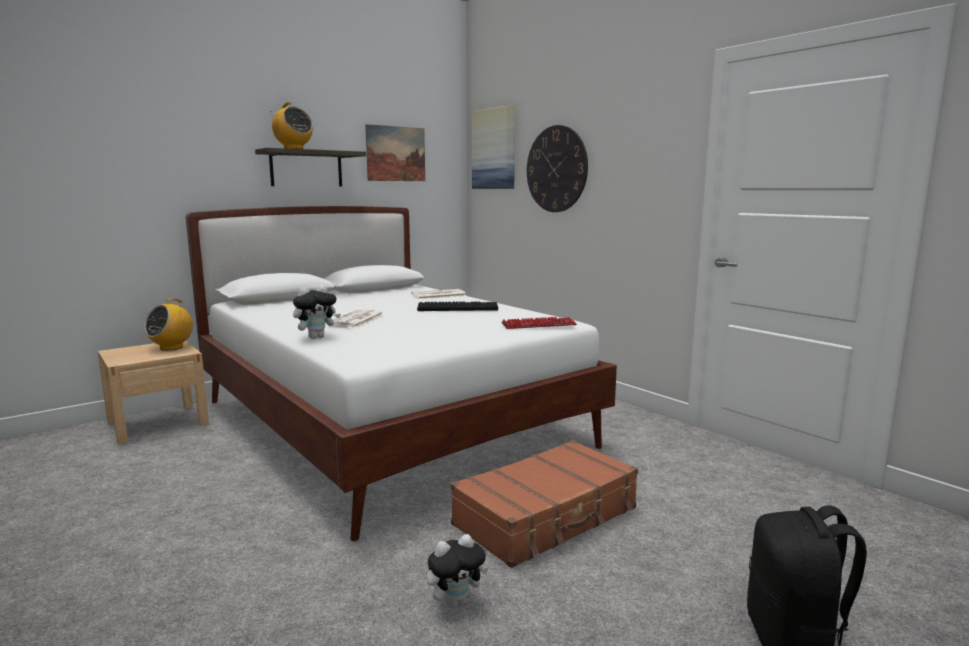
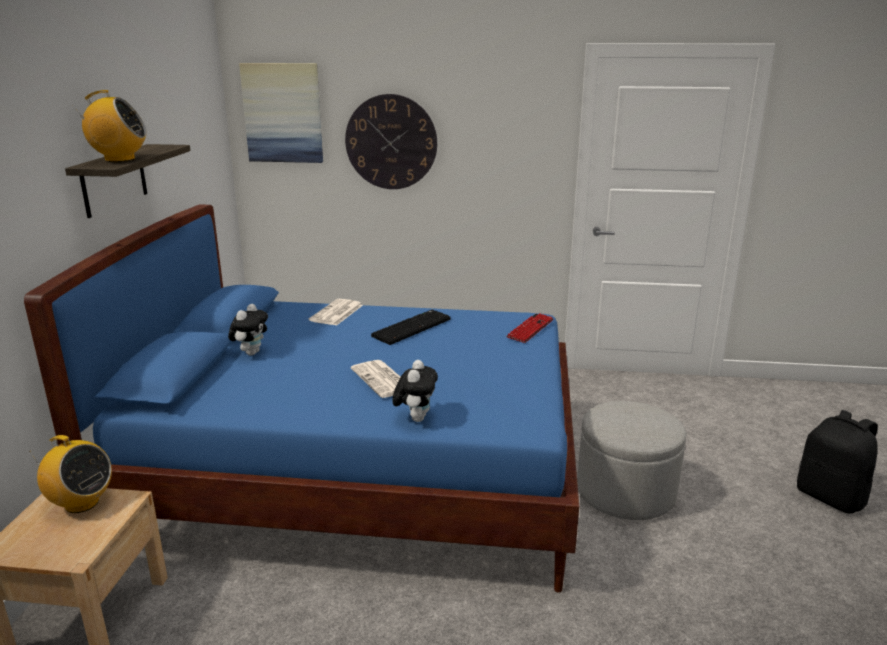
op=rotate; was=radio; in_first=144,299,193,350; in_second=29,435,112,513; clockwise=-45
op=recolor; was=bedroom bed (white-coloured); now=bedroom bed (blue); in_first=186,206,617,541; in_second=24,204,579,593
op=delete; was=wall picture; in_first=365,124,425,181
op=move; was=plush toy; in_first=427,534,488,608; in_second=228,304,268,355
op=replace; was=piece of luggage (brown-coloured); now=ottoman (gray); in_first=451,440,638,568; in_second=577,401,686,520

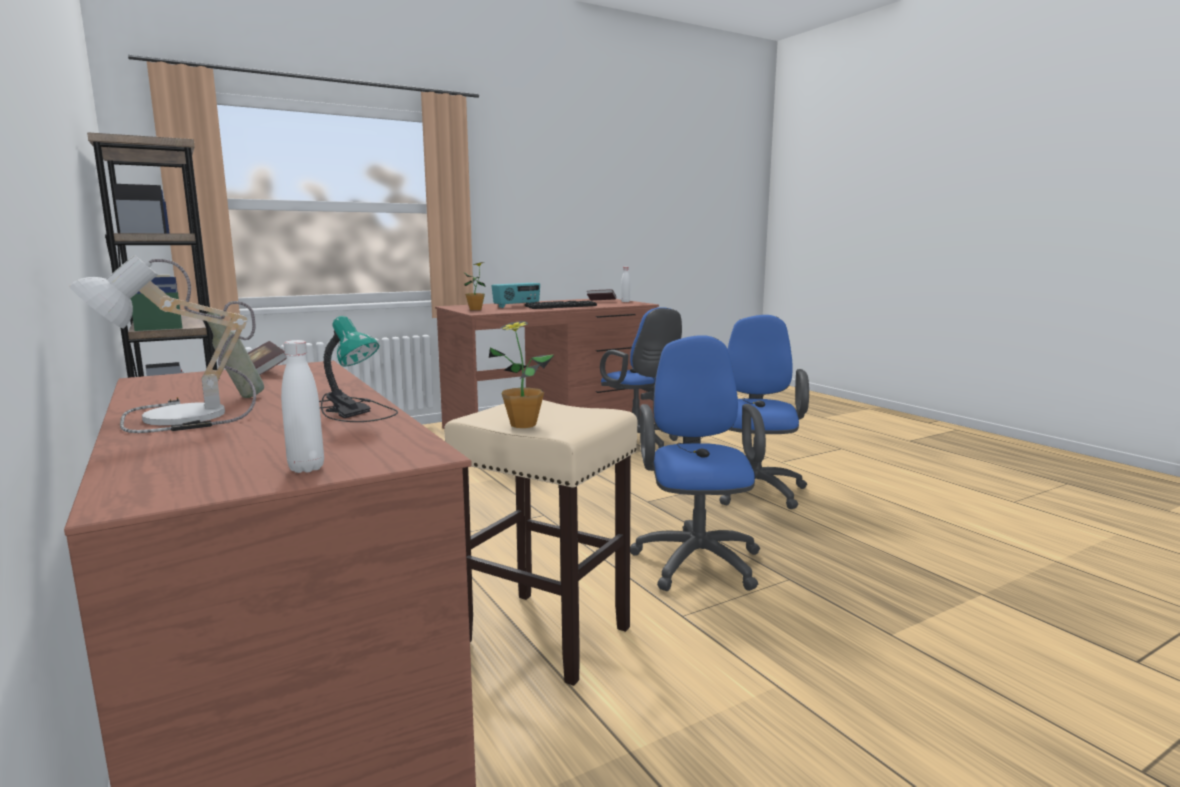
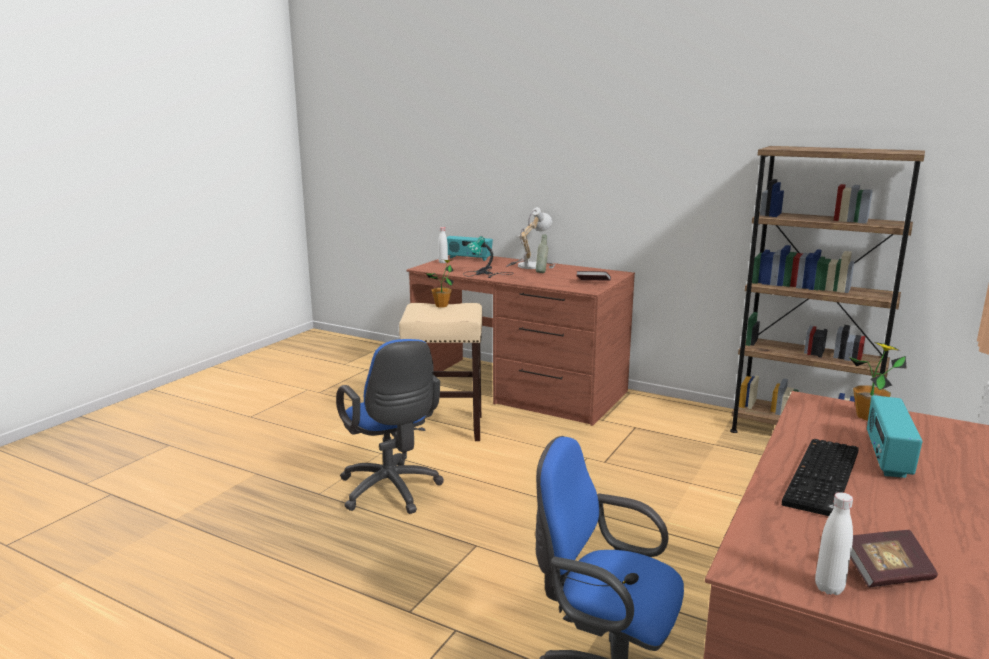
op=delete; was=computer chair (blue); in_first=719,315,809,509
op=insert; now=radio; in_second=447,236,493,261

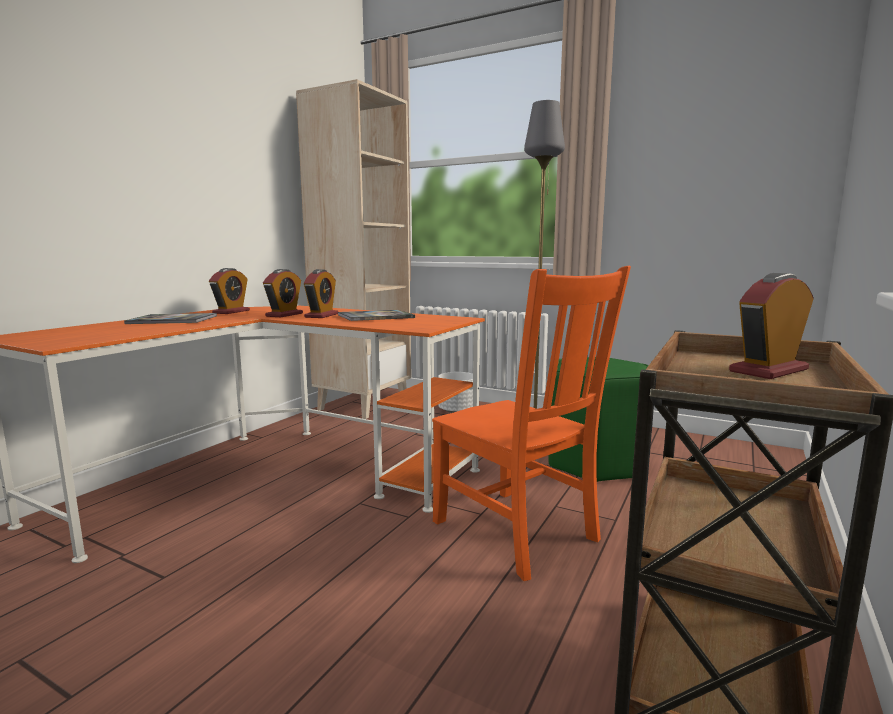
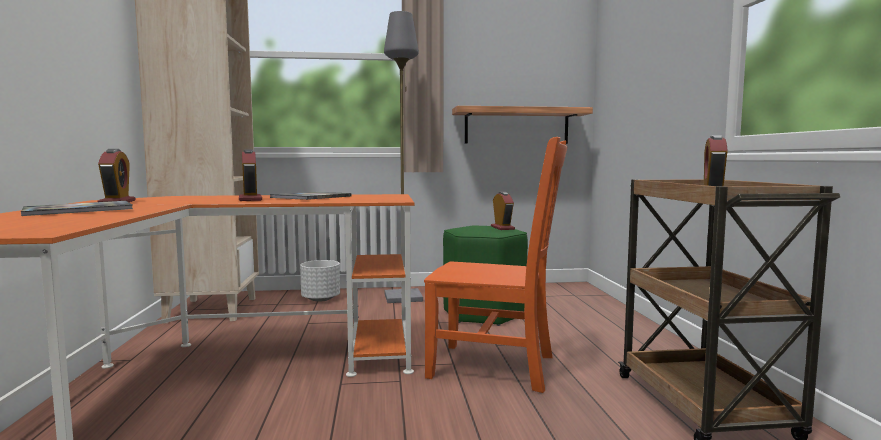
op=move; was=alarm clock; in_first=263,269,303,317; in_second=491,192,515,230
op=insert; now=shelf; in_second=452,106,593,144

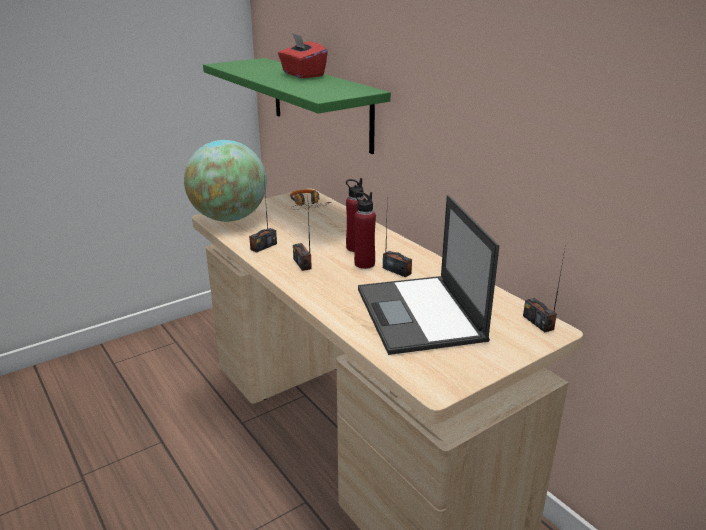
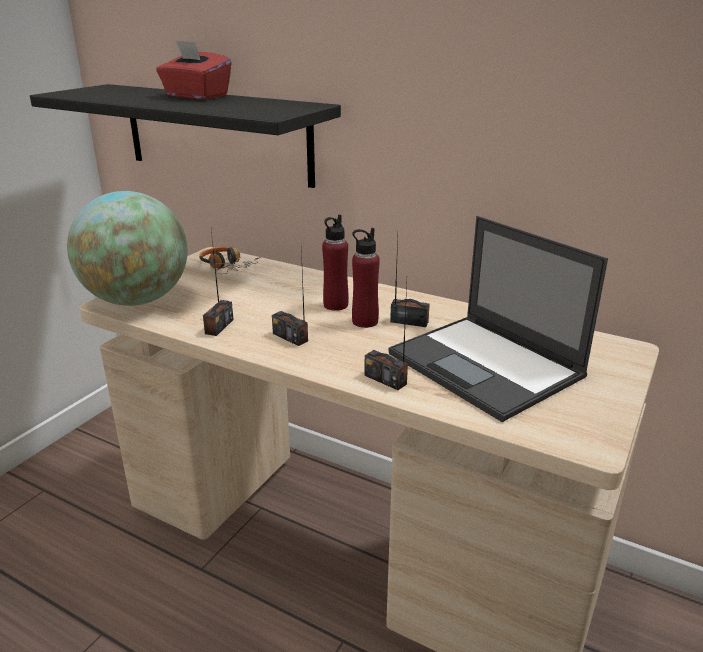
op=recolor; was=shelf (greenish); now=shelf (black); in_first=203,58,391,154; in_second=30,84,341,188
op=move; was=radio; in_first=523,250,565,332; in_second=364,284,408,390

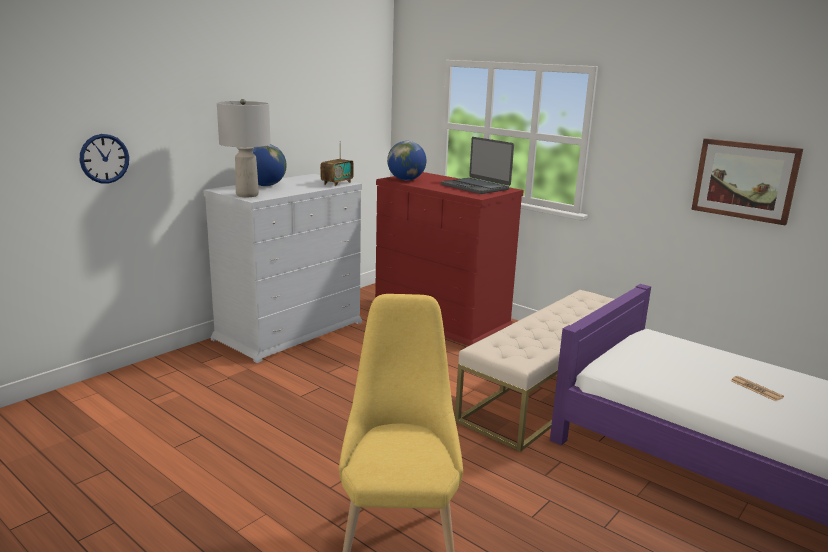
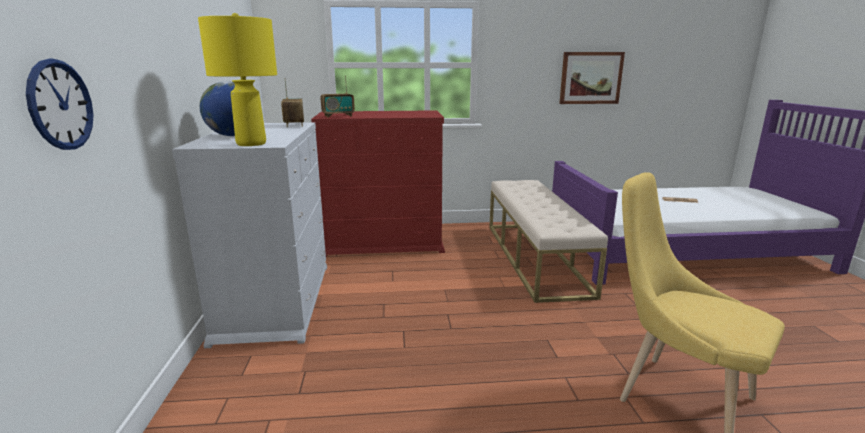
op=recolor; was=tabletop lamp (gray); now=tabletop lamp (yellow); in_first=217,99,271,197; in_second=198,13,277,146
op=replace; was=desk globe; now=radio; in_first=387,141,426,180; in_second=321,76,355,117
op=delete; was=laptop; in_first=441,137,514,194

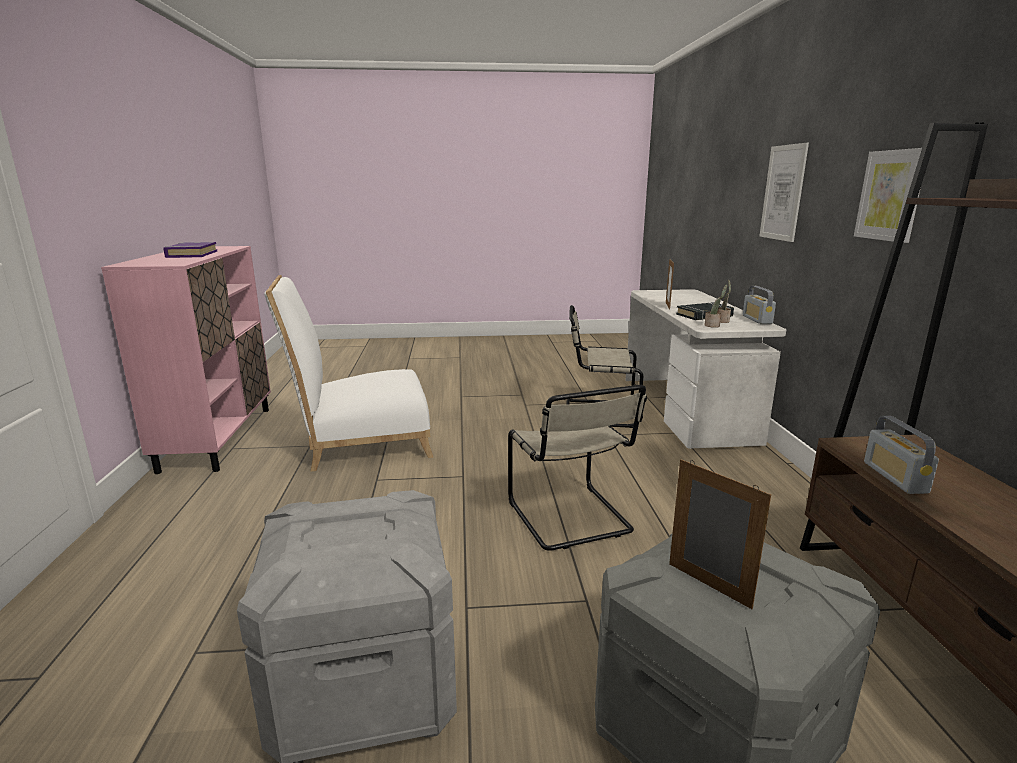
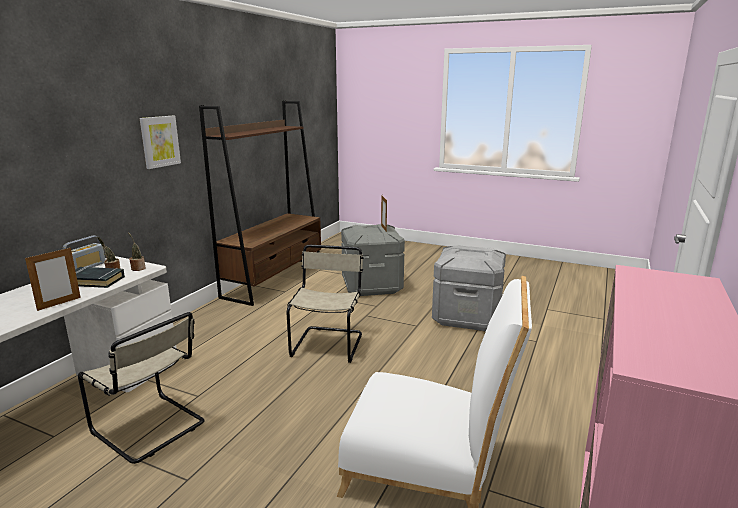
op=delete; was=bound book (purple-coloured); in_first=163,242,217,258
op=delete; was=wall picture; in_first=759,143,809,242
op=delete; was=radio; in_first=864,416,939,494

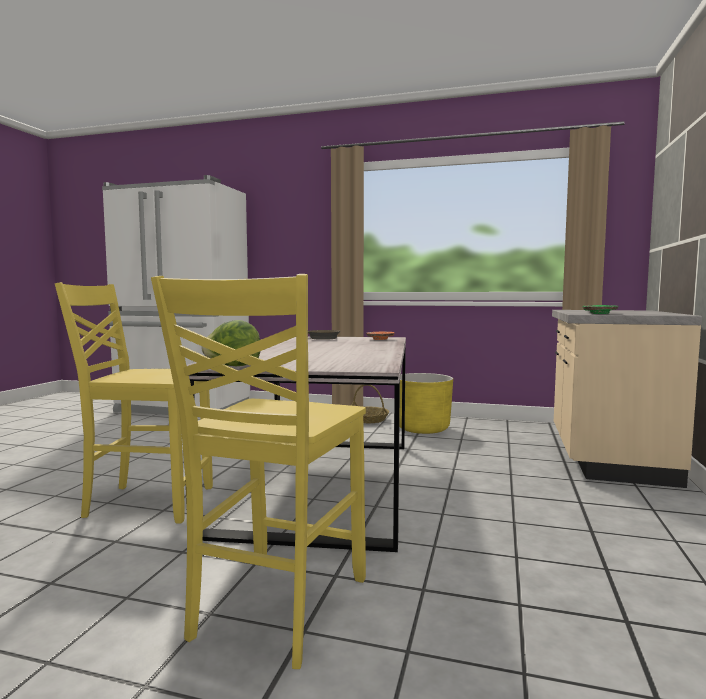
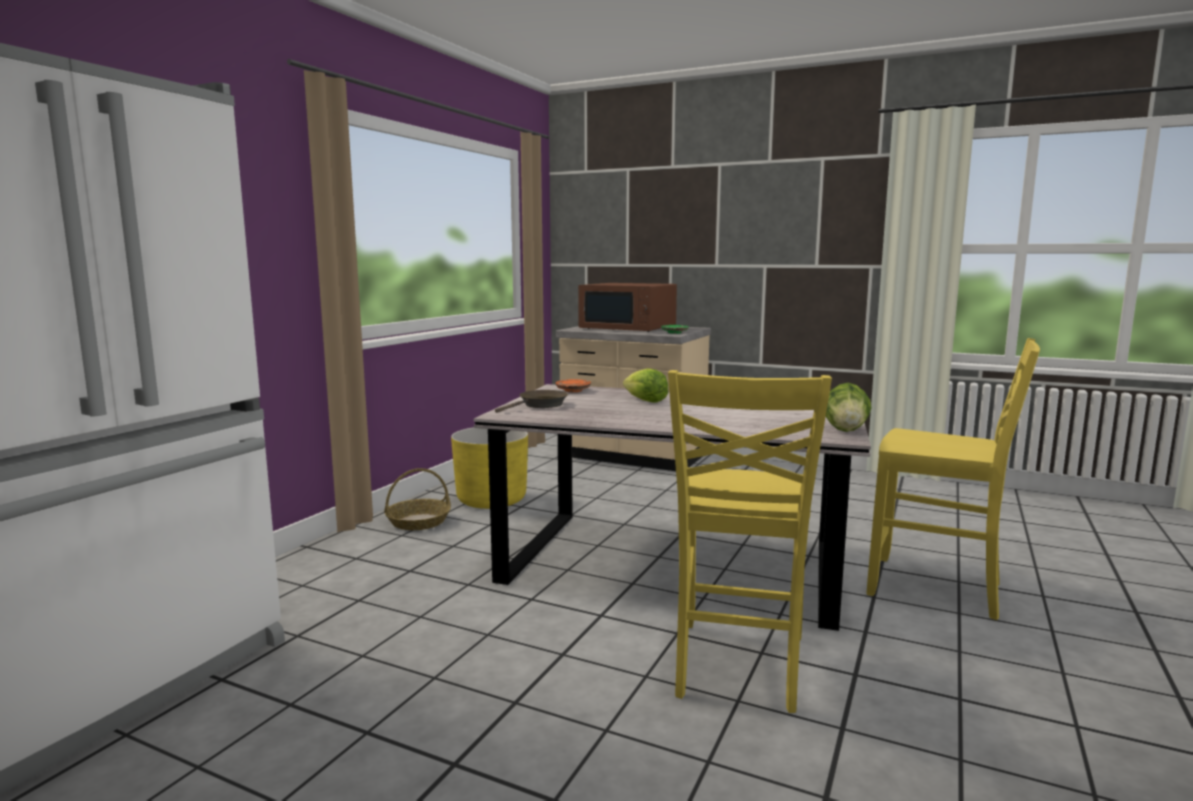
op=insert; now=kitchen microwave (brown-coloured); in_second=578,283,677,332
op=insert; now=lettuce head; in_second=623,368,668,403

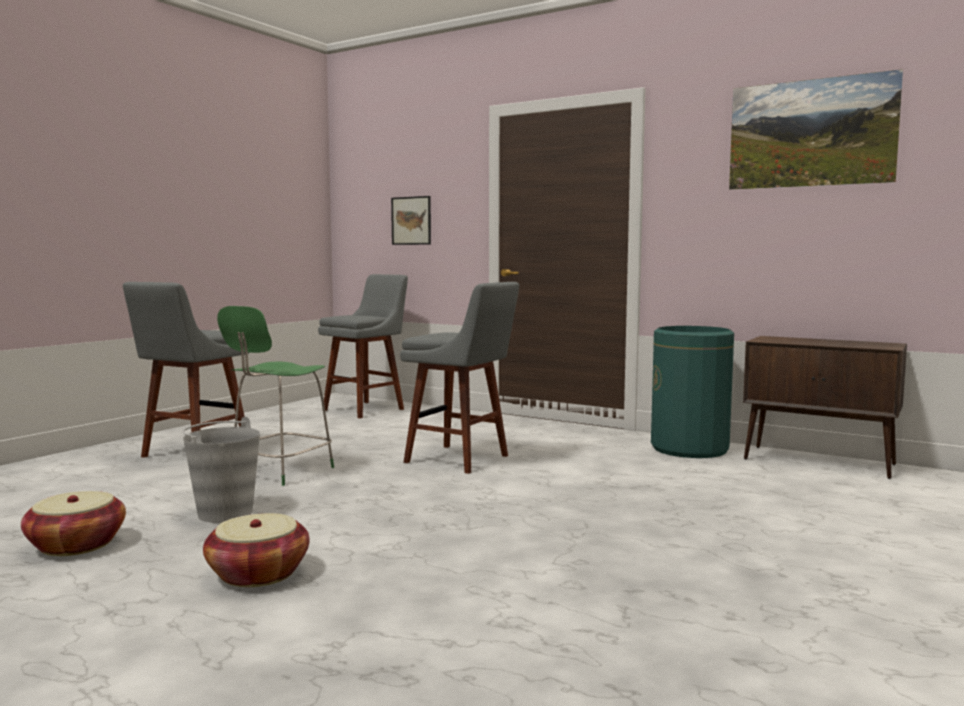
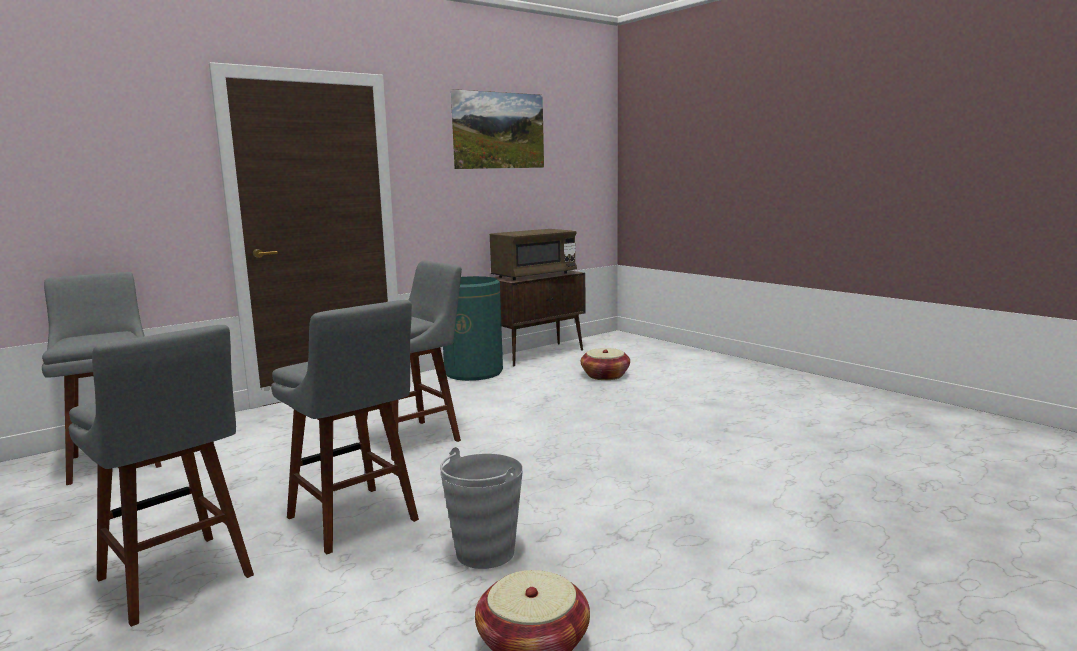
op=move; was=storage basket; in_first=203,513,310,587; in_second=581,348,630,380
op=replace; was=chair (greenish); now=stool (gray); in_first=217,306,334,486; in_second=271,300,419,554
op=delete; was=wall picture; in_first=391,196,431,245
op=insert; now=kitchen microwave (brown-coloured); in_second=490,229,577,280

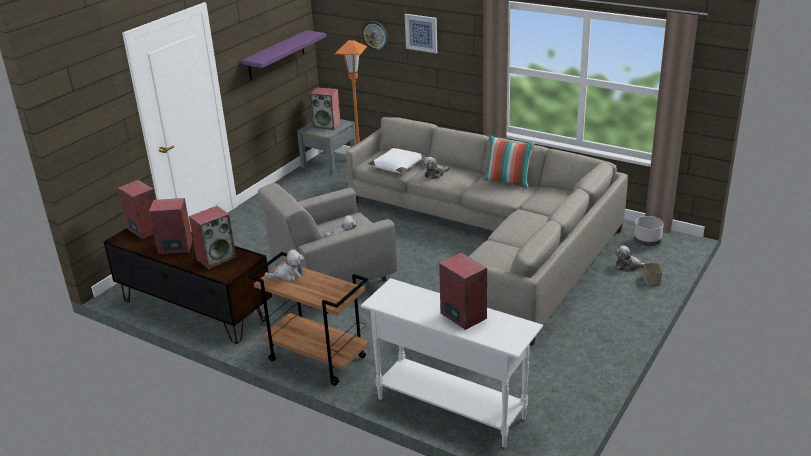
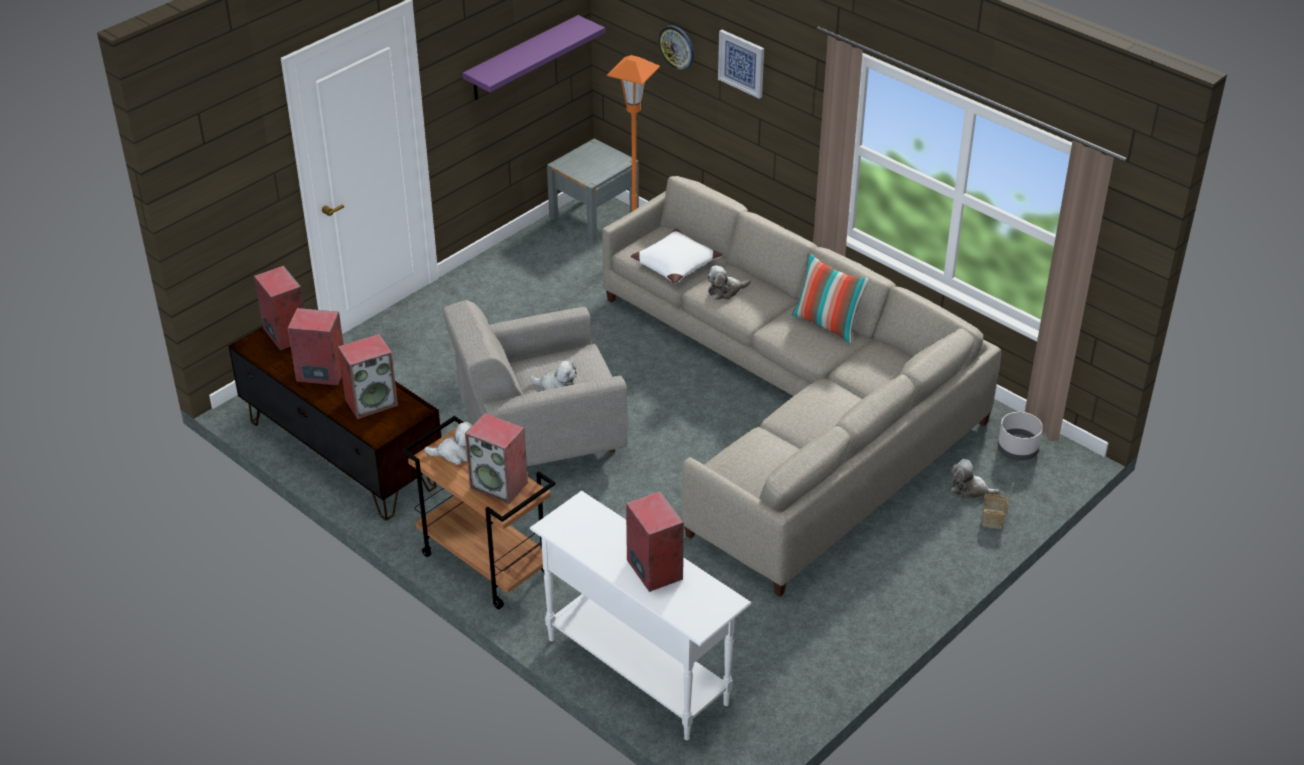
op=move; was=loudspeaker; in_first=310,87,341,130; in_second=465,413,528,504

